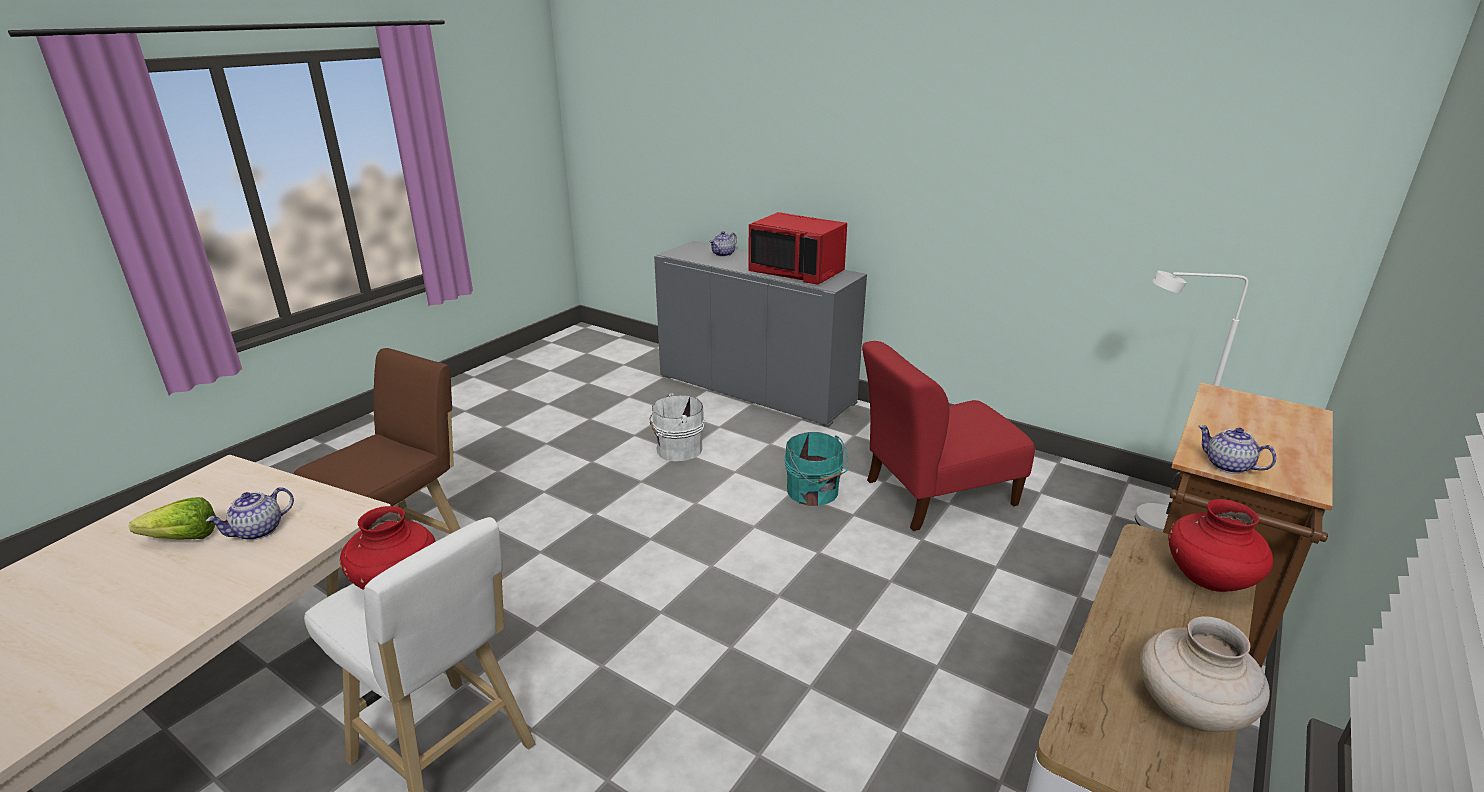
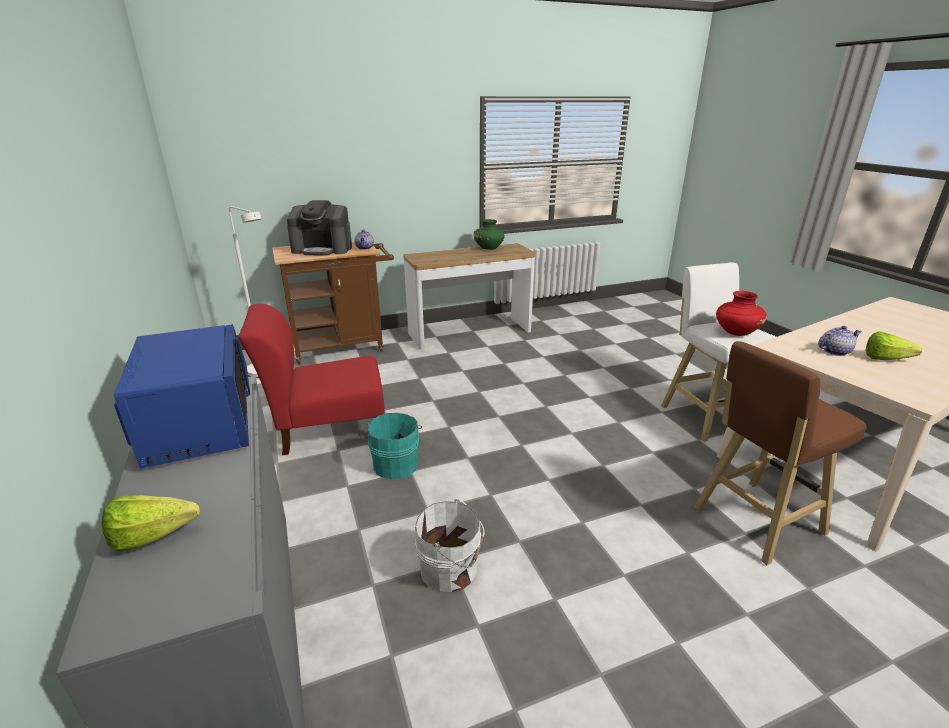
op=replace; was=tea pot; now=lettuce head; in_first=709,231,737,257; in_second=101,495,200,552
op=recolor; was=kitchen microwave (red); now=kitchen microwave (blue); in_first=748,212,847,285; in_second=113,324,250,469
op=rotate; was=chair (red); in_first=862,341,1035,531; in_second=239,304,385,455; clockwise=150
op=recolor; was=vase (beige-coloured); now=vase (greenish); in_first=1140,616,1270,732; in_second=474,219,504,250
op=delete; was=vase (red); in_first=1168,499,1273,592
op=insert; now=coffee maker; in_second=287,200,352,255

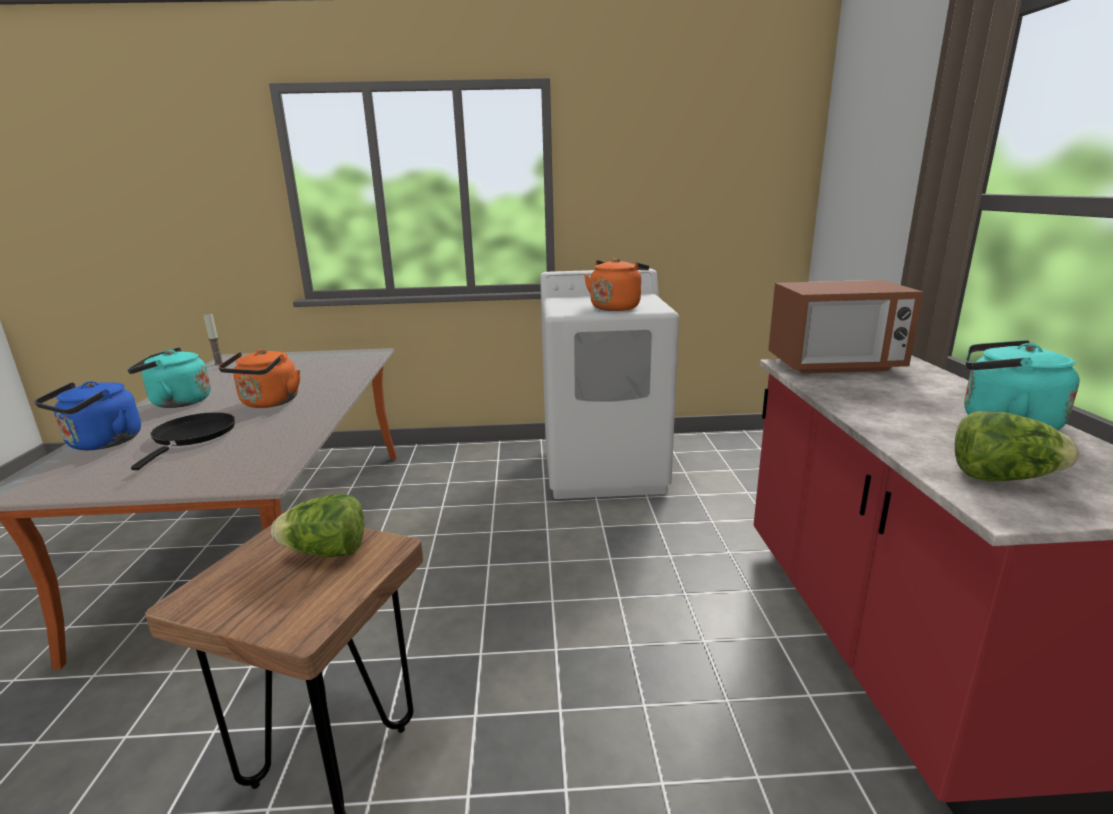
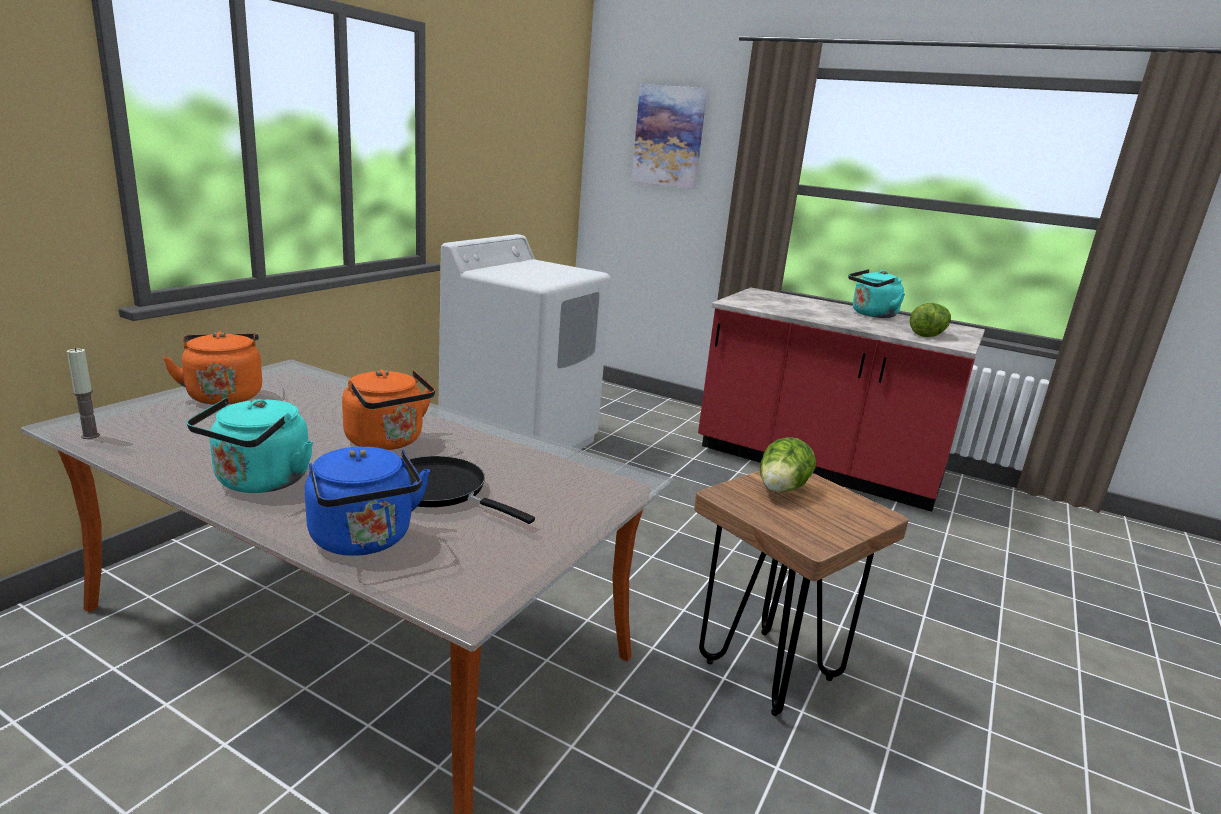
op=move; was=kettle (orange-coloured); in_first=584,258,649,311; in_second=163,331,262,405
op=delete; was=kitchen microwave; in_first=768,280,923,373
op=insert; now=wall picture; in_second=631,84,708,189

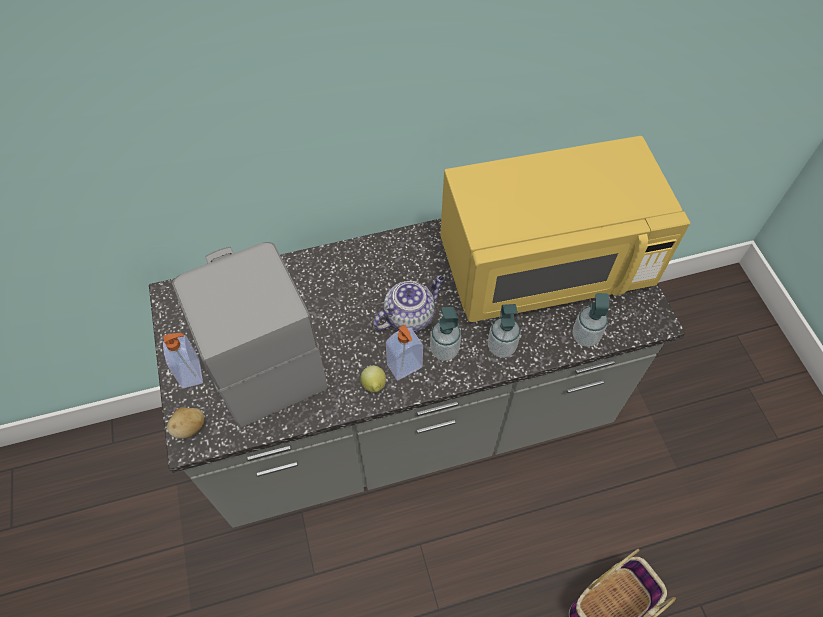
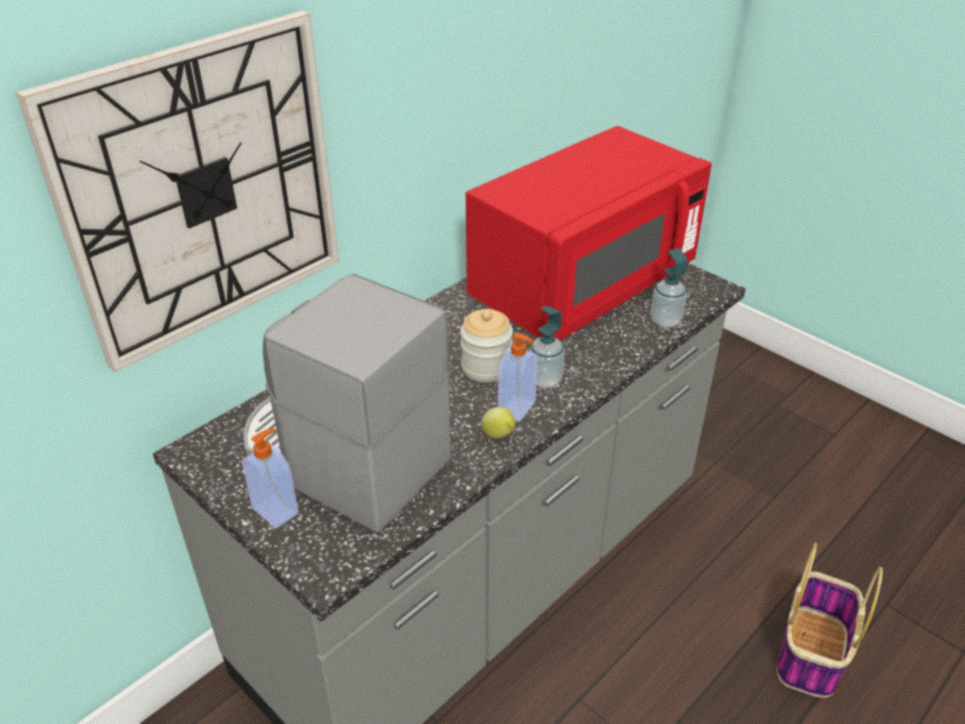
op=delete; was=potato; in_first=167,408,204,439
op=replace; was=tea pot; now=storage jar; in_first=373,276,445,332; in_second=460,309,513,383
op=recolor; was=kitchen microwave (yellow); now=kitchen microwave (red); in_first=440,136,691,322; in_second=466,126,712,340
op=delete; was=liquid soap bottle; in_first=488,304,521,358
op=insert; now=hanging clock; in_second=16,11,339,372

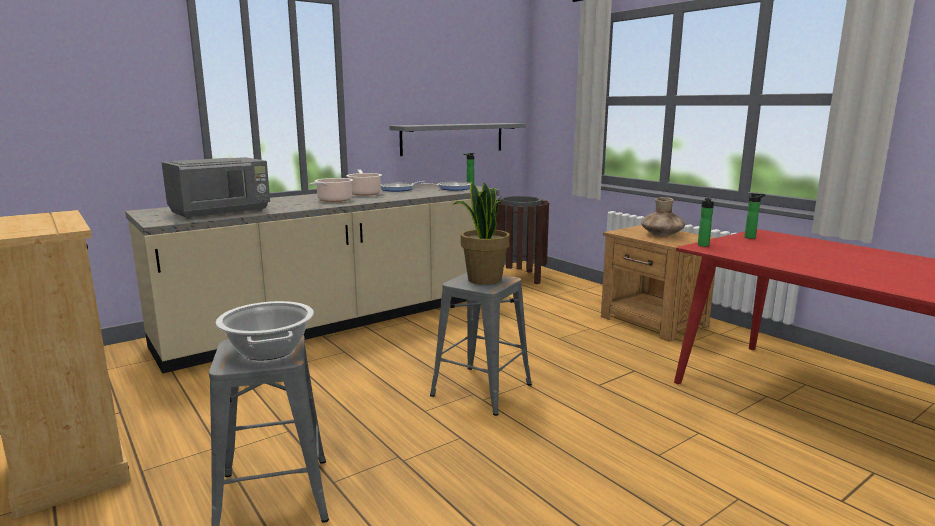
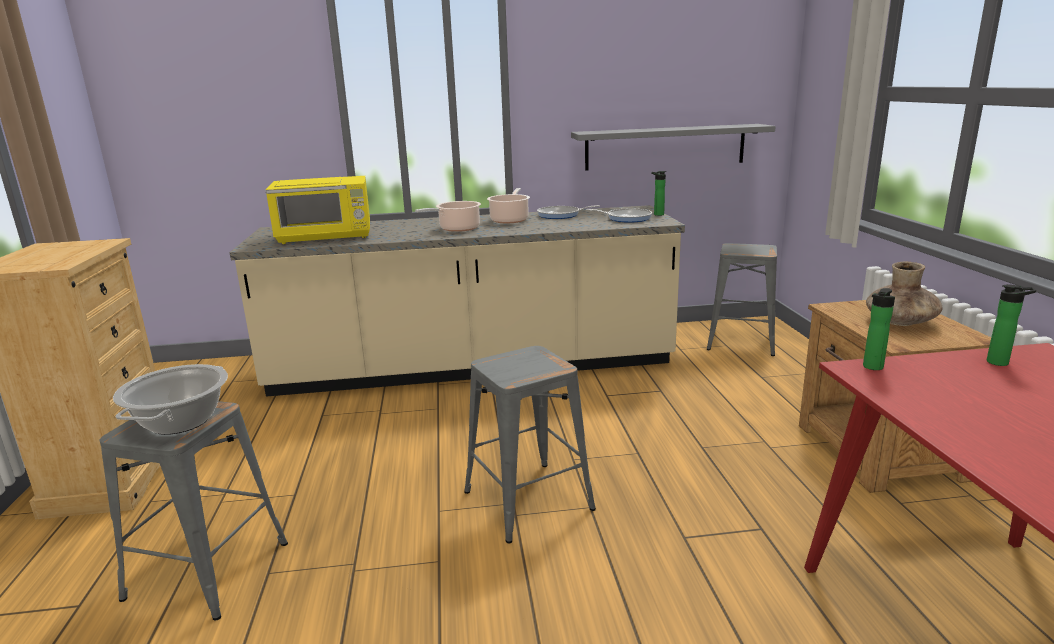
op=recolor; was=kitchen microwave (gray); now=kitchen microwave (yellow); in_first=162,157,270,219; in_second=265,176,370,244
op=delete; was=houseplant; in_first=454,182,510,285
op=replace; was=rubbish bin (brown-coloured); now=stool (gray); in_first=495,196,549,284; in_second=707,243,777,356

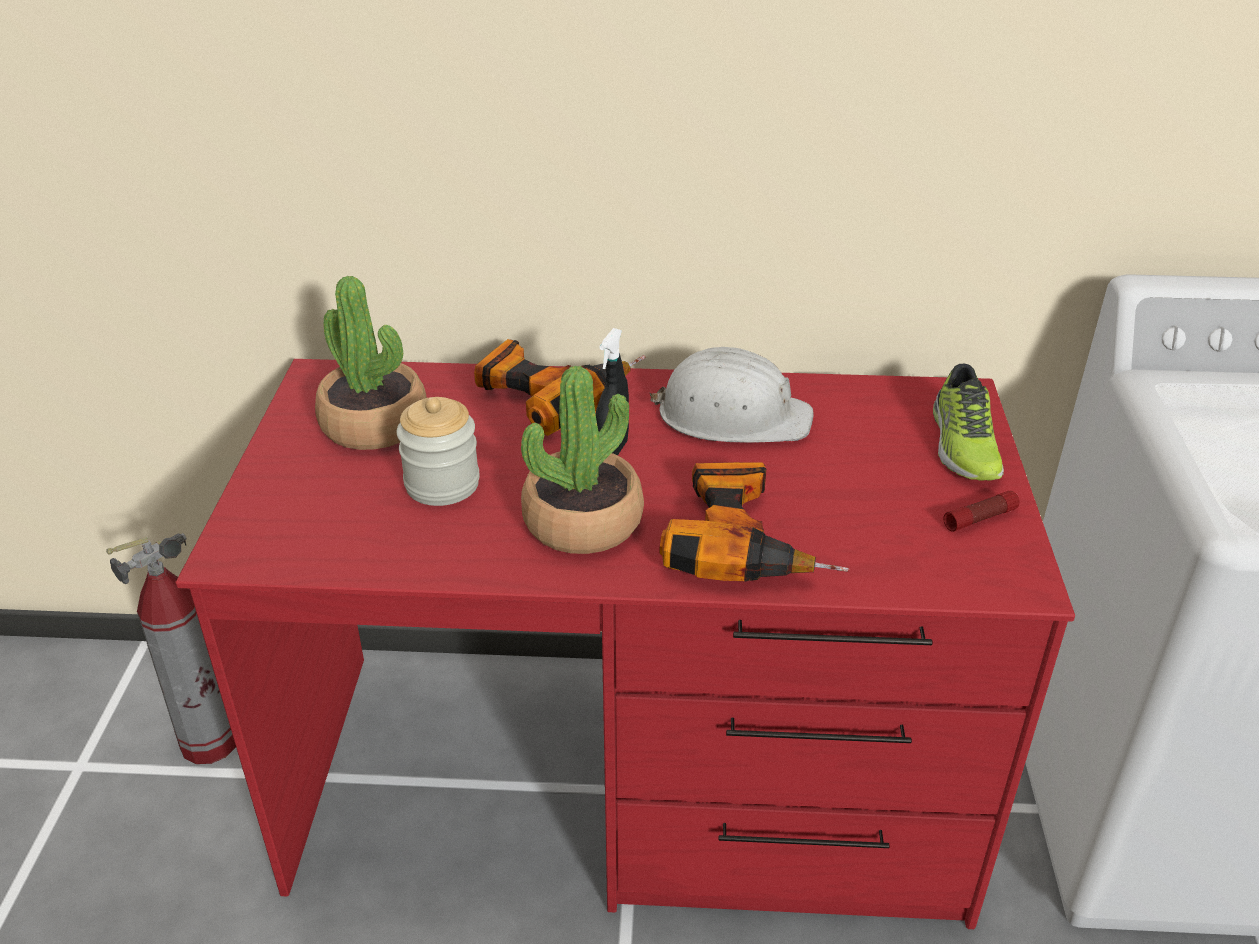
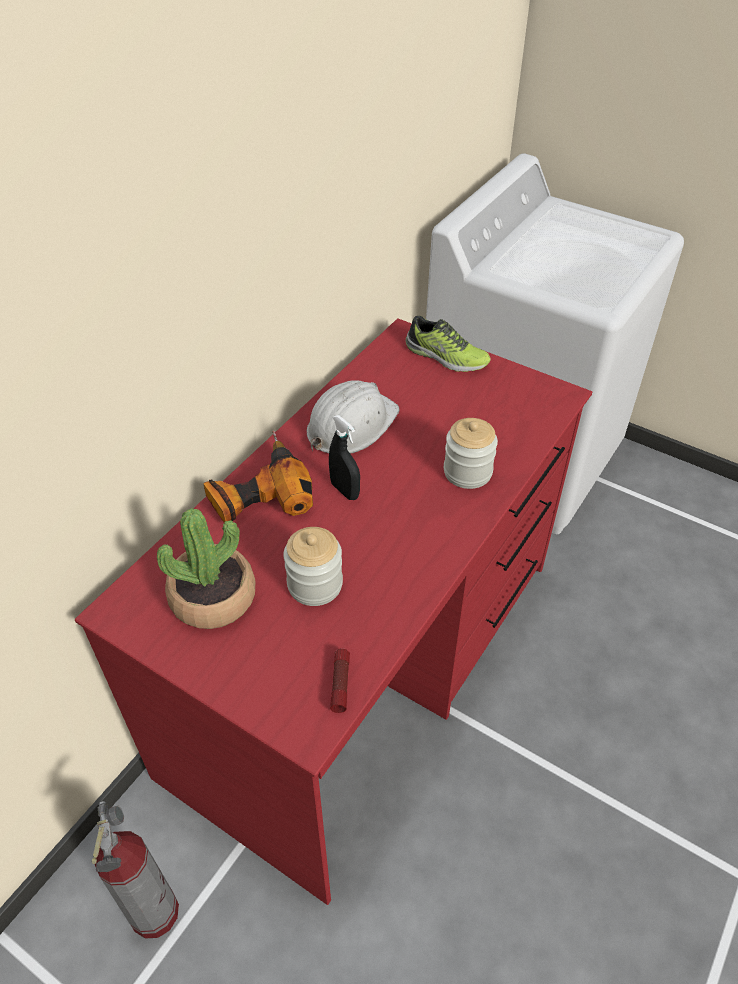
op=delete; was=houseplant; in_first=521,365,644,554
op=replace; was=drill; now=storage jar; in_first=660,462,850,581; in_second=444,418,498,489
op=move; was=torch; in_first=943,491,1020,532; in_second=330,648,350,713

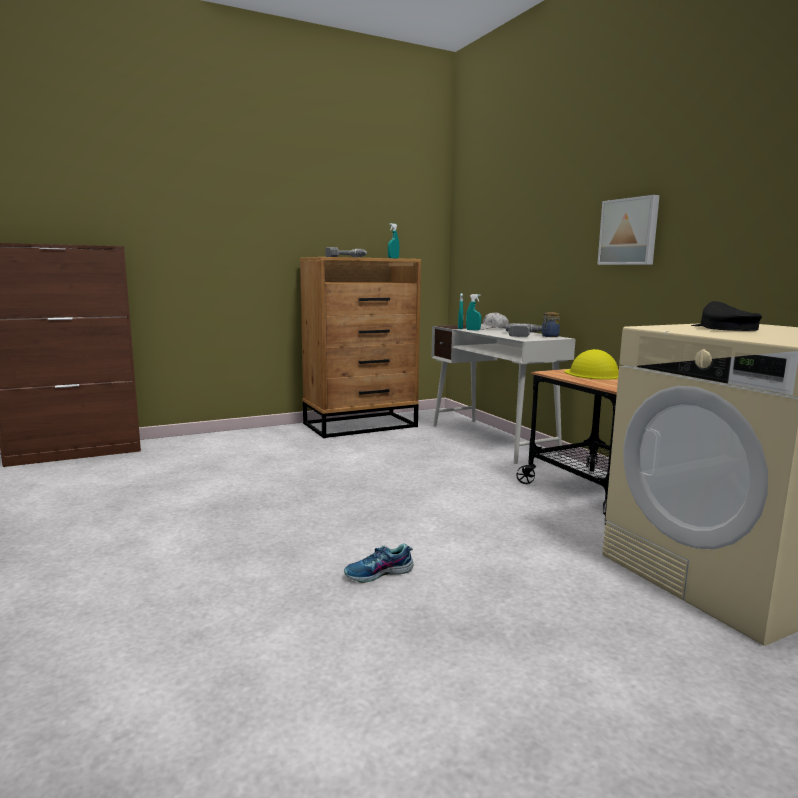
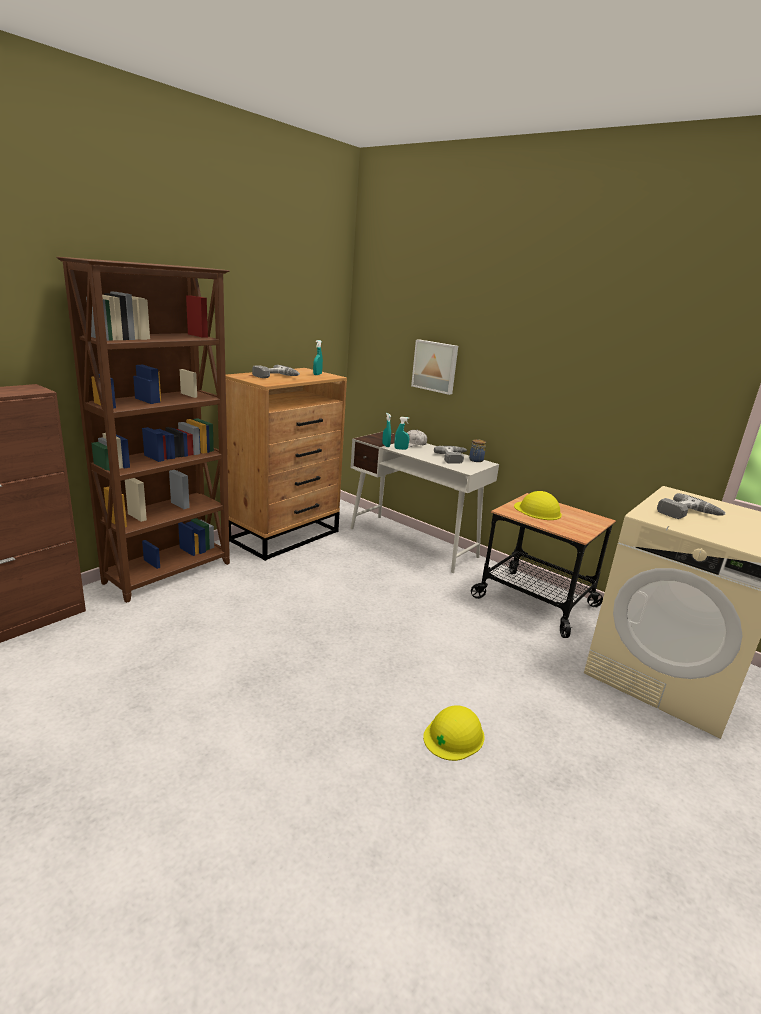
op=replace; was=item of footwear; now=hard hat (yellow); in_first=344,543,413,583; in_second=423,705,485,761
op=move; was=wall picture; in_first=597,195,660,265; in_second=411,340,458,395
op=replace; was=cap (black); now=drill; in_first=691,301,762,331; in_second=657,493,726,519
op=insert; now=bookcase (brown-coloured); in_second=56,257,230,603

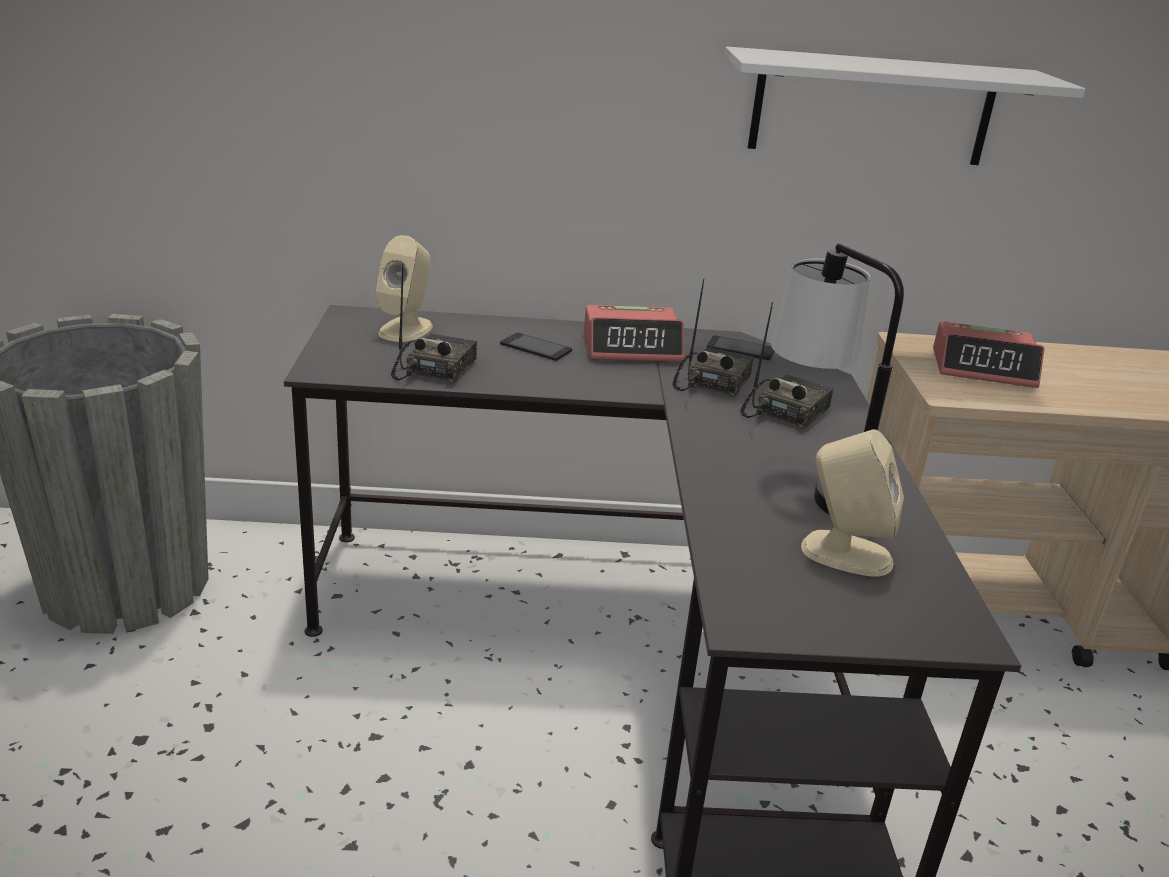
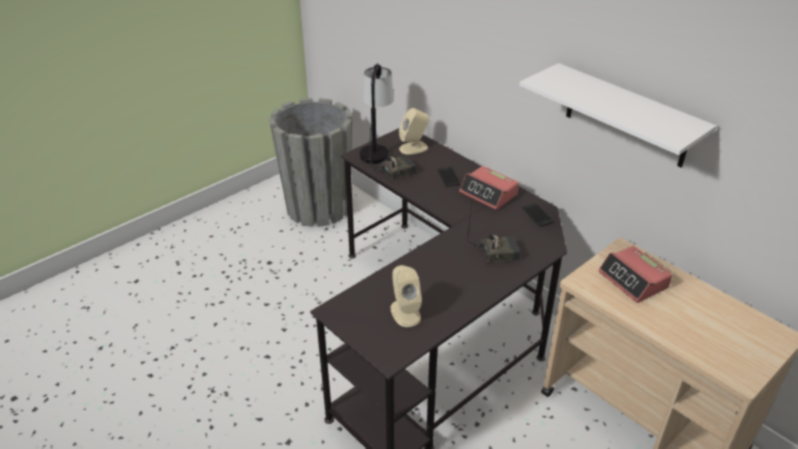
op=delete; was=radio; in_first=673,278,754,397
op=move; was=tabletop lamp; in_first=771,243,904,515; in_second=360,63,394,164

